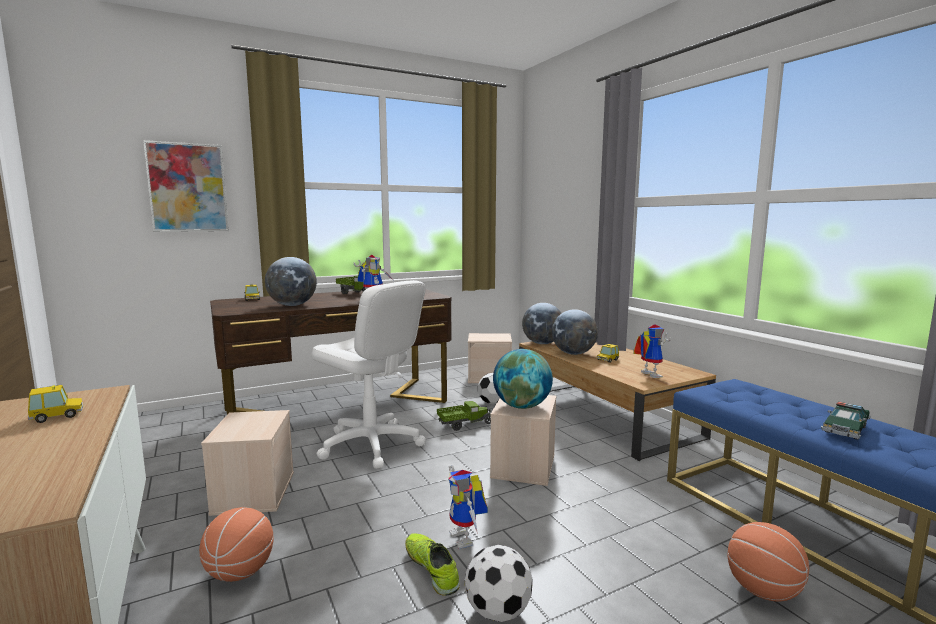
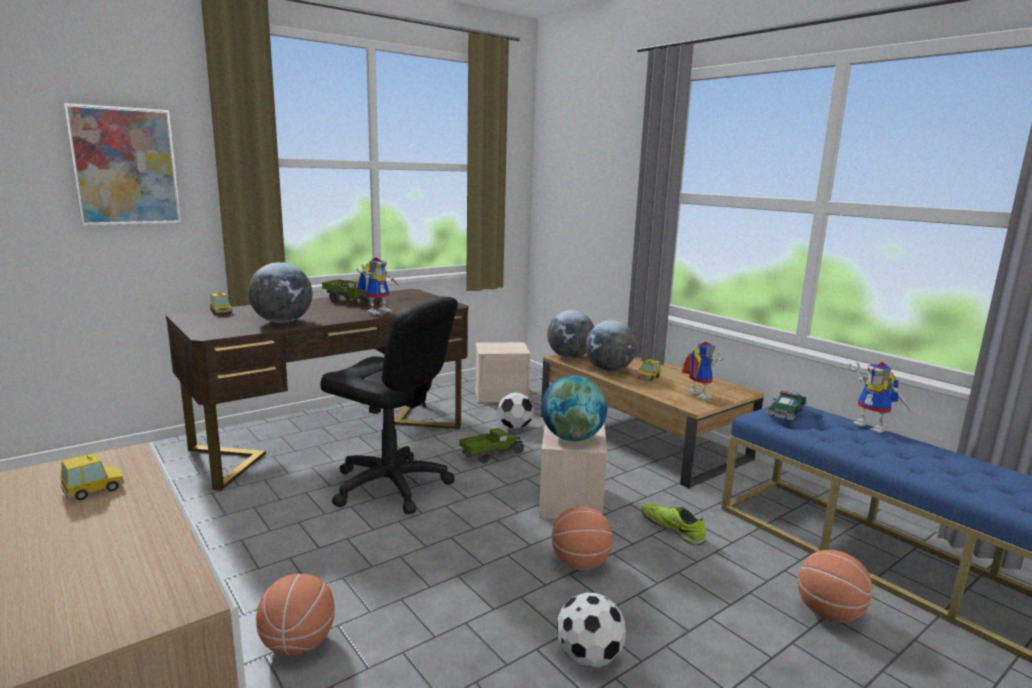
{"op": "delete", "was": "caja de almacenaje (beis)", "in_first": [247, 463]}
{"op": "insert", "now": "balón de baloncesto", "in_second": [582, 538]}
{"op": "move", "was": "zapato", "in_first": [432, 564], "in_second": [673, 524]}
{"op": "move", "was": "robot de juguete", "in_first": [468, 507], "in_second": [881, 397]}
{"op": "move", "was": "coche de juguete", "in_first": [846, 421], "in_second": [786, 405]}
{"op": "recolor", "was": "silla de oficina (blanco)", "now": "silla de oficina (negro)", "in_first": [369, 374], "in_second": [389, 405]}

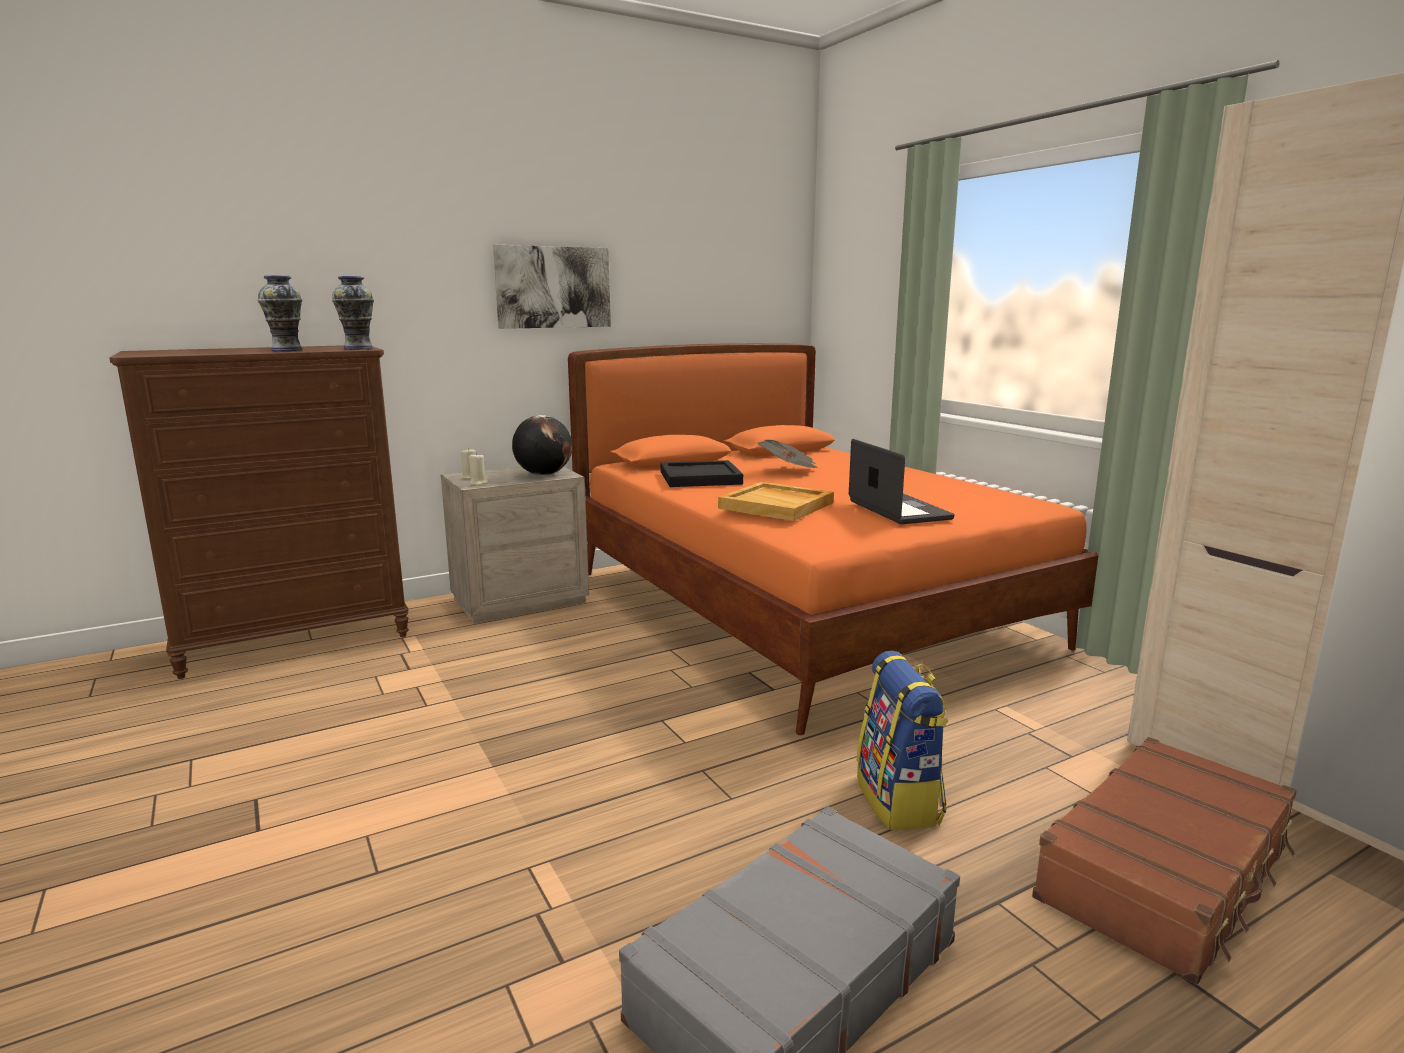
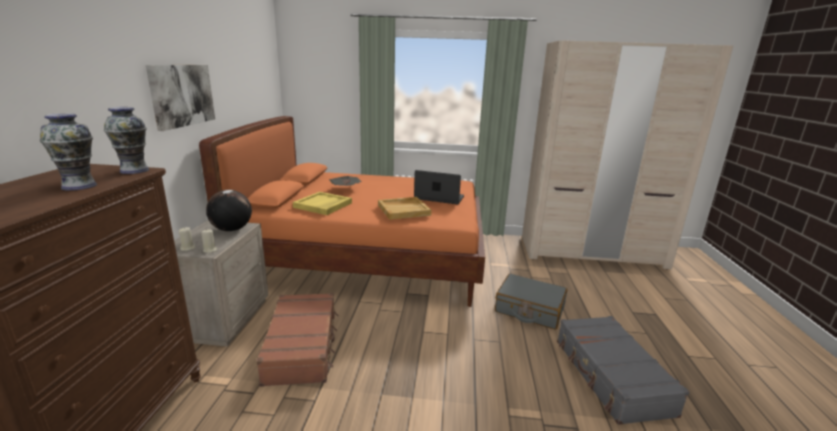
{"op": "move", "was": "maleta (marrón)", "in_first": [1164, 861], "in_second": [297, 340]}
{"op": "replace", "was": "mochila", "now": "maleta (gris)", "in_first": [902, 740], "in_second": [531, 302]}
{"op": "recolor", "was": "bandeja (negro)", "now": "bandeja (amarillo)", "in_first": [702, 473], "in_second": [322, 203]}

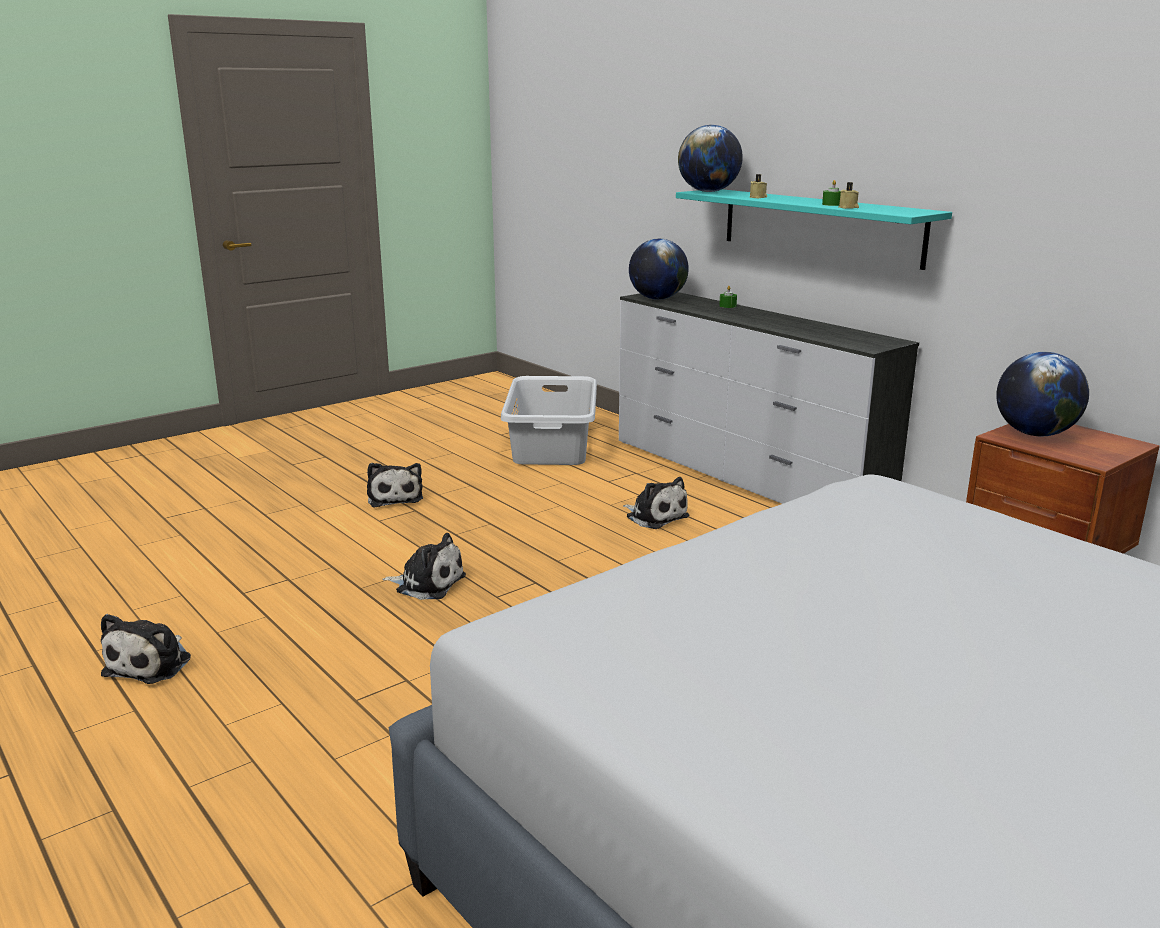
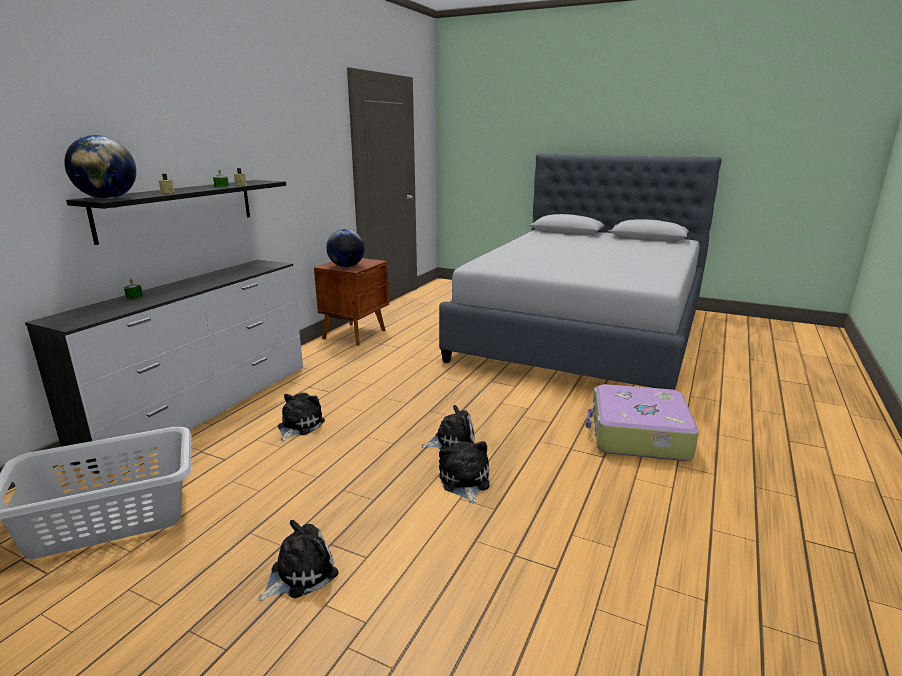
{"op": "delete", "was": "globo terráqueo", "in_first": [659, 269]}
{"op": "insert", "now": "maleta", "in_second": [642, 422]}
{"op": "move", "was": "peluche", "in_first": [146, 649], "in_second": [448, 427]}
{"op": "recolor", "was": "estante (turquesa)", "now": "estante (negro)", "in_first": [814, 229], "in_second": [176, 212]}

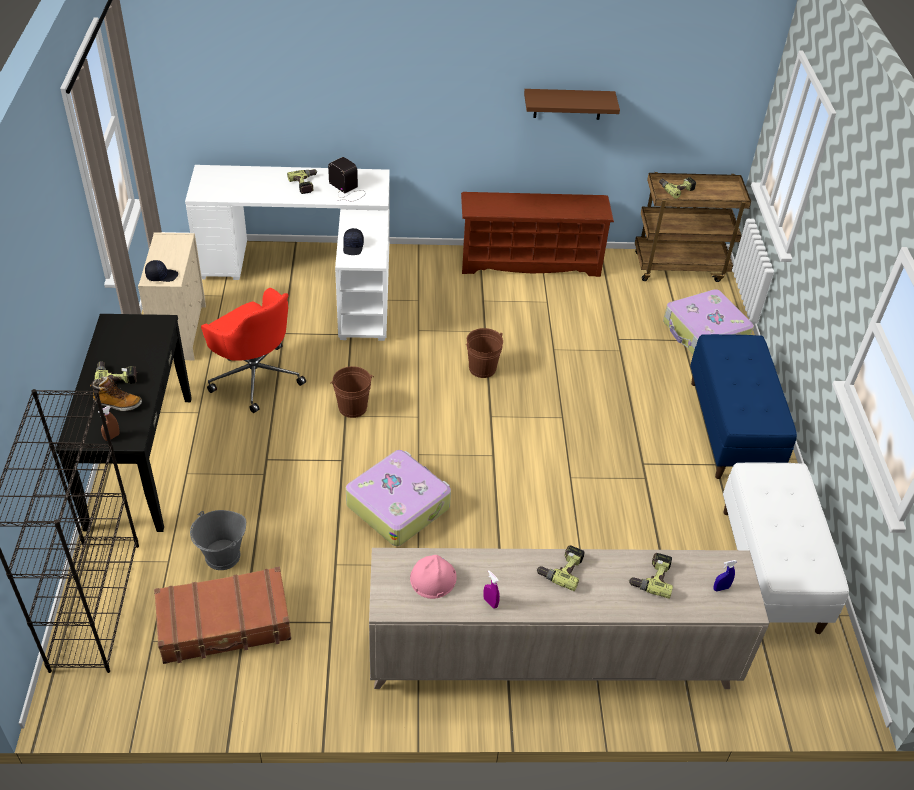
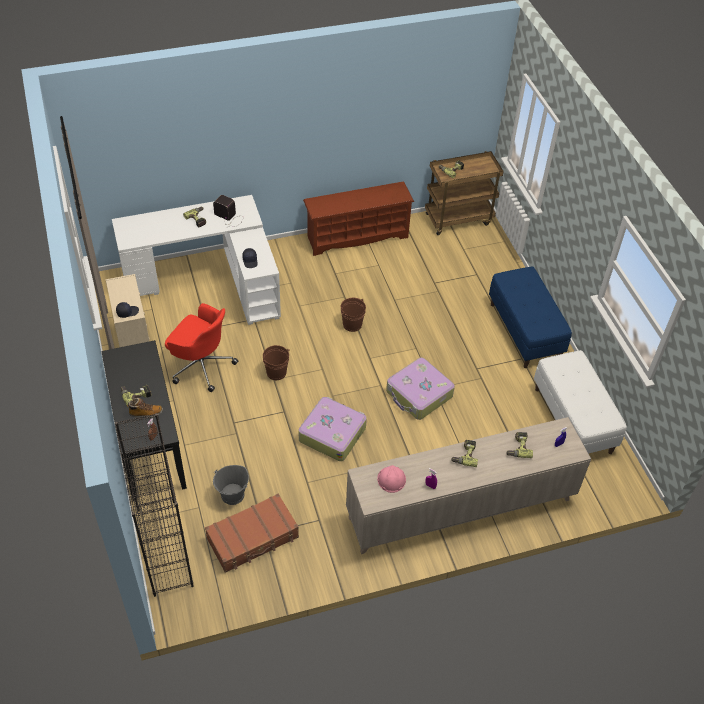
{"op": "delete", "was": "estante (marrón)", "in_first": [572, 104]}
{"op": "move", "was": "maleta", "in_first": [708, 321], "in_second": [420, 388]}

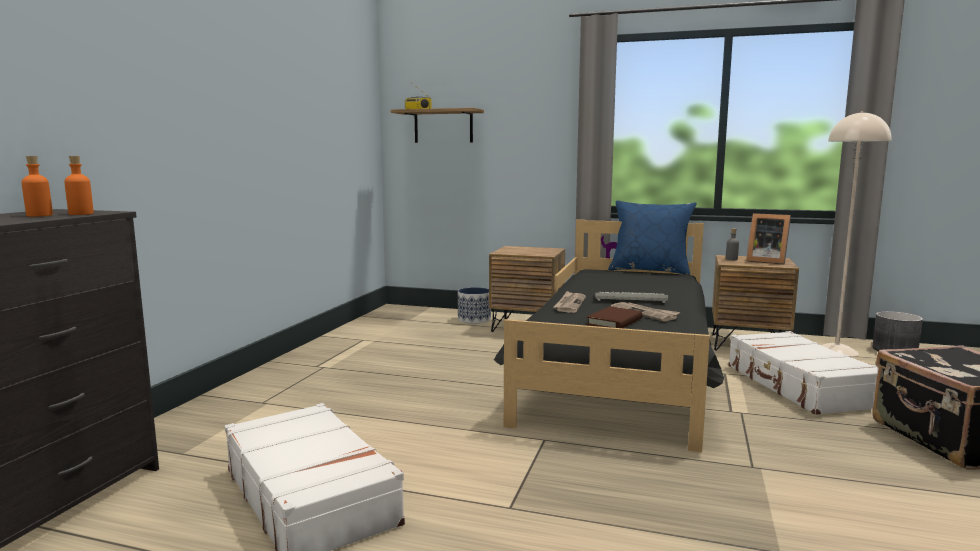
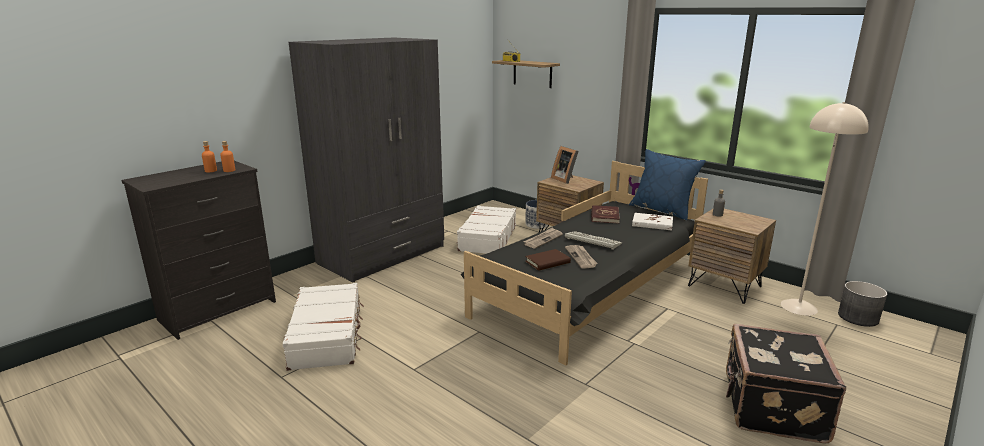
{"op": "insert", "now": "armario ropero (gris)", "in_second": [366, 160]}
{"op": "insert", "now": "libro (rojo)", "in_second": [605, 214]}
{"op": "insert", "now": "libro (blanco)", "in_second": [652, 221]}
{"op": "move", "was": "maleta (blanco)", "in_first": [803, 373], "in_second": [486, 229]}
{"op": "move", "was": "portarretratos", "in_first": [768, 239], "in_second": [564, 165]}

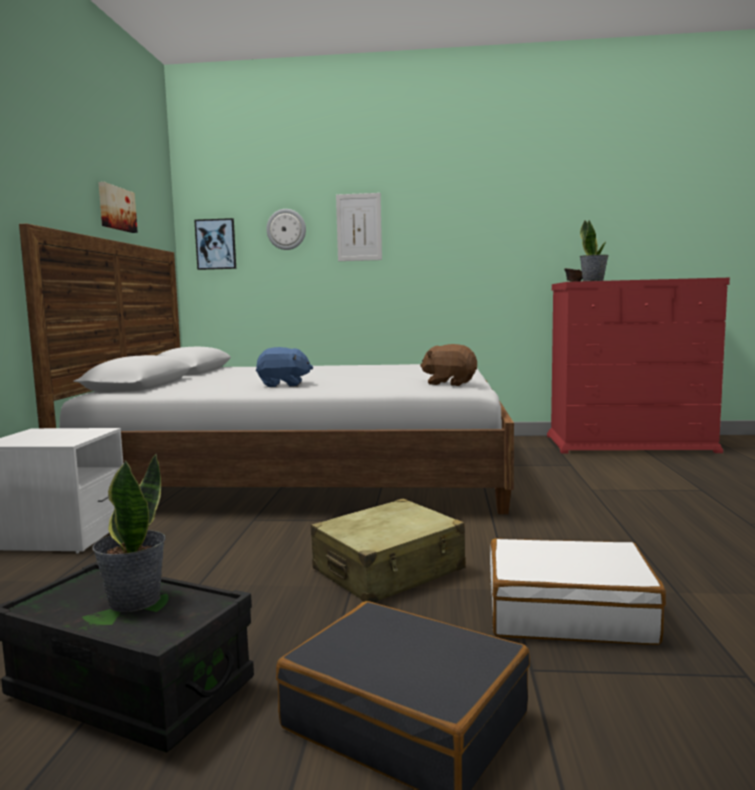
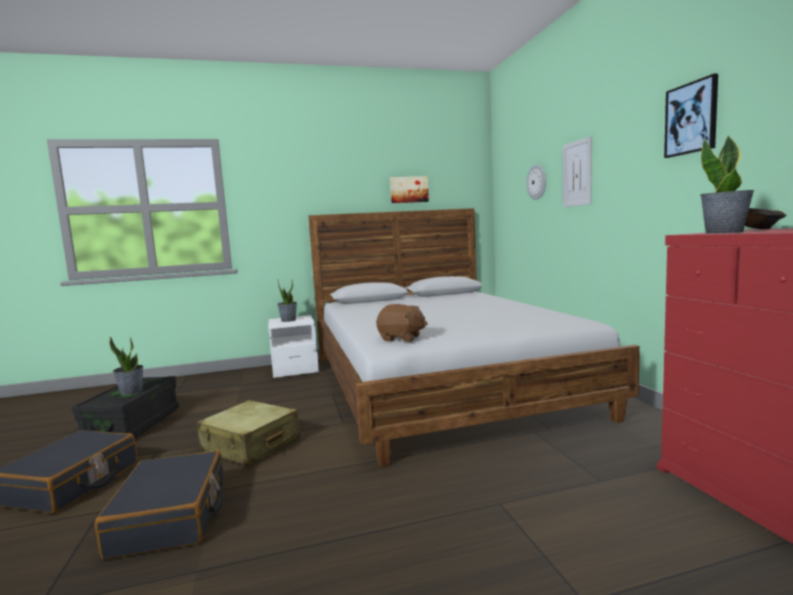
{"op": "delete", "was": "peluche (azul)", "in_first": [284, 367]}
{"op": "insert", "now": "planta en maceta", "in_second": [287, 300]}
{"op": "move", "was": "cuadro", "in_first": [215, 244], "in_second": [691, 116]}
{"op": "recolor", "was": "maleta (blanco)", "now": "maleta (negro)", "in_first": [578, 591], "in_second": [159, 504]}
{"op": "rotate", "was": "peluche (marrón)", "in_first": [448, 365], "in_second": [402, 323], "clockwise": 105}

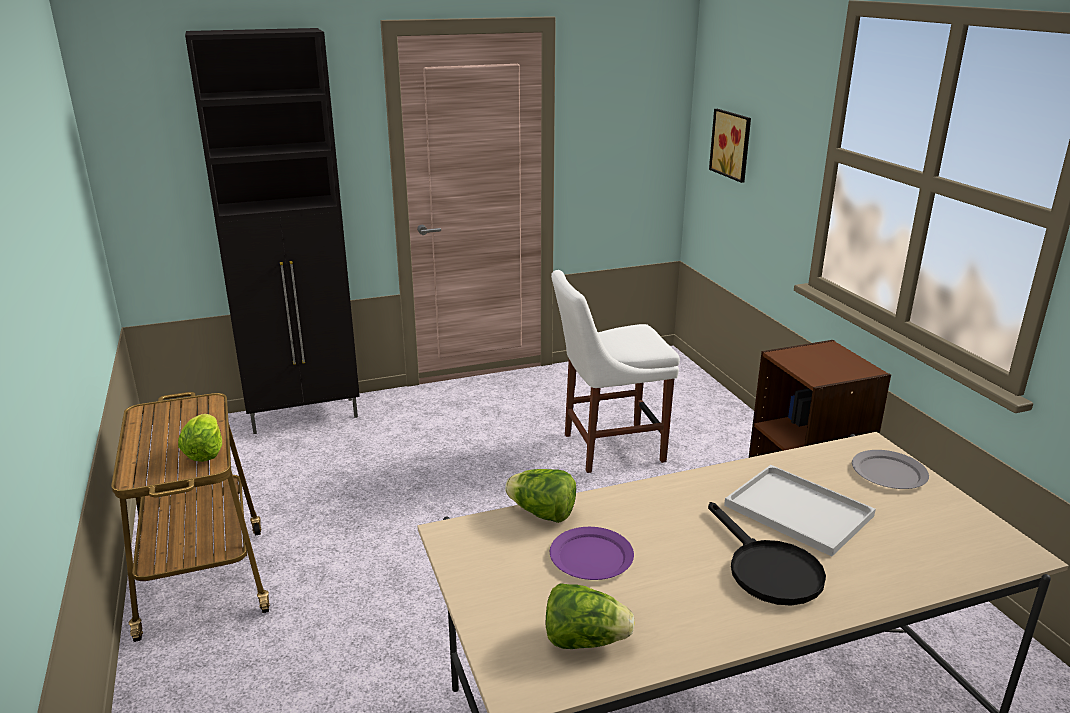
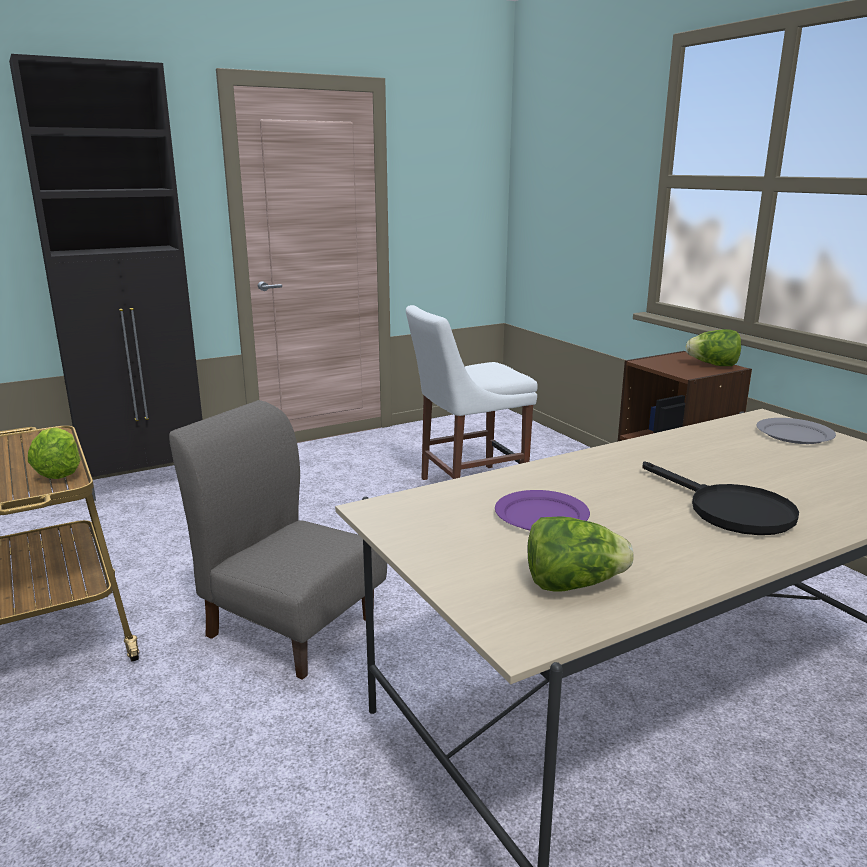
{"op": "delete", "was": "cuadro", "in_first": [730, 146]}
{"op": "delete", "was": "bandeja (blanco)", "in_first": [800, 511]}
{"op": "insert", "now": "silla (gris)", "in_second": [278, 540]}
{"op": "move", "was": "lechuga", "in_first": [540, 496], "in_second": [713, 347]}

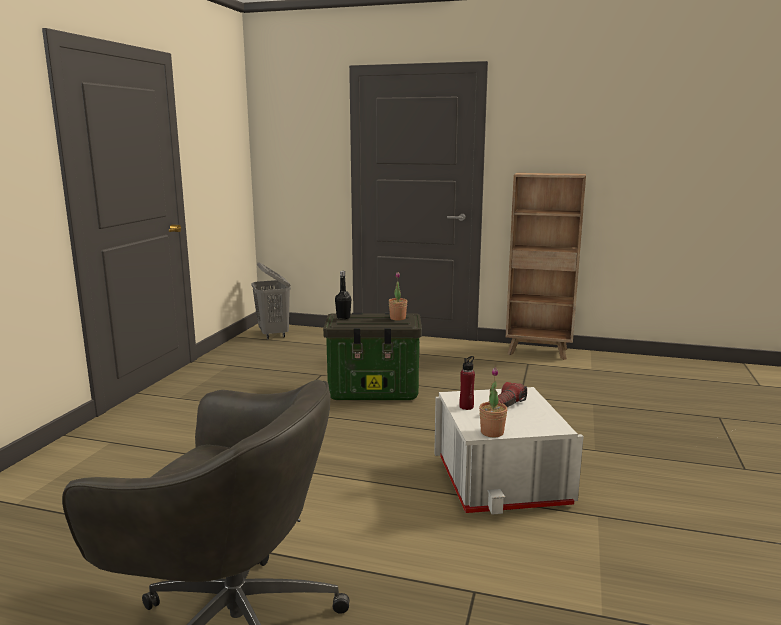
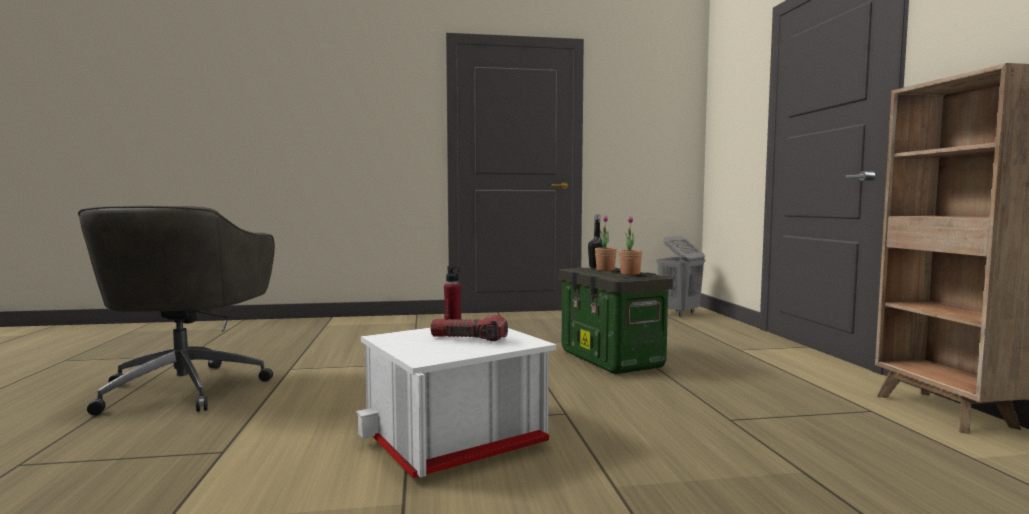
{"op": "move", "was": "planta en maceta", "in_first": [493, 402], "in_second": [606, 243]}

